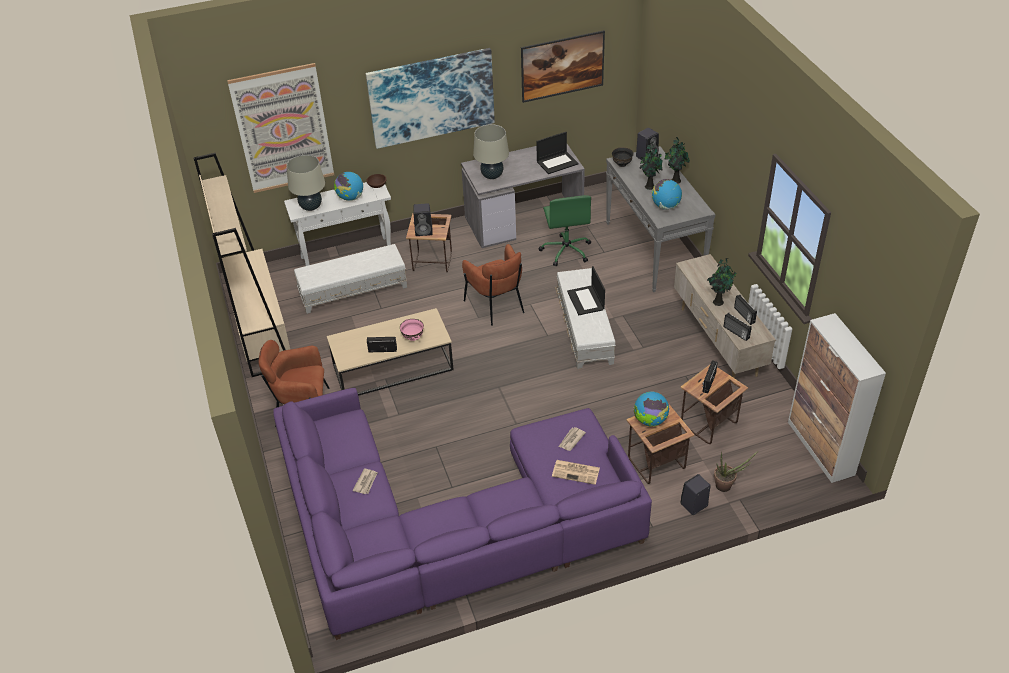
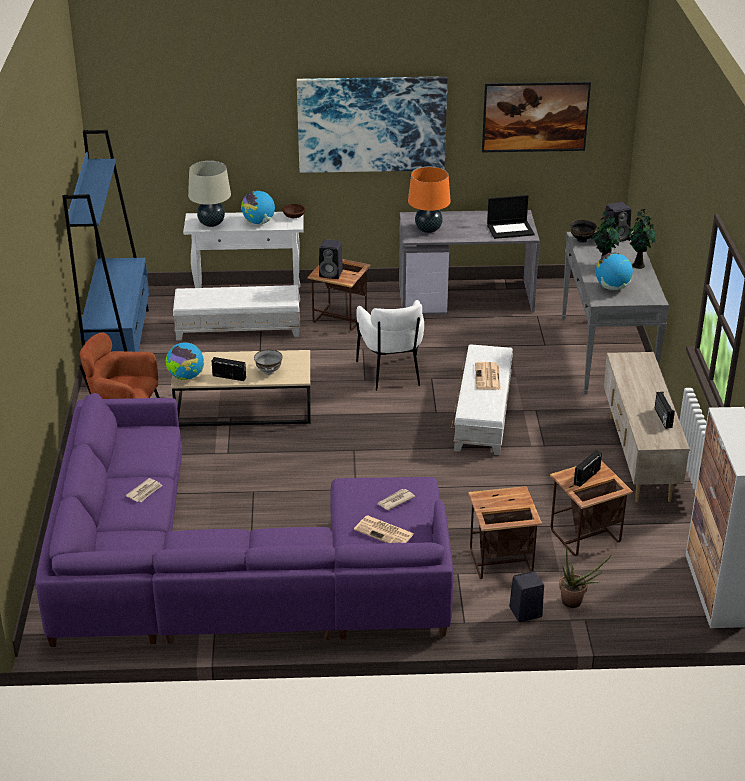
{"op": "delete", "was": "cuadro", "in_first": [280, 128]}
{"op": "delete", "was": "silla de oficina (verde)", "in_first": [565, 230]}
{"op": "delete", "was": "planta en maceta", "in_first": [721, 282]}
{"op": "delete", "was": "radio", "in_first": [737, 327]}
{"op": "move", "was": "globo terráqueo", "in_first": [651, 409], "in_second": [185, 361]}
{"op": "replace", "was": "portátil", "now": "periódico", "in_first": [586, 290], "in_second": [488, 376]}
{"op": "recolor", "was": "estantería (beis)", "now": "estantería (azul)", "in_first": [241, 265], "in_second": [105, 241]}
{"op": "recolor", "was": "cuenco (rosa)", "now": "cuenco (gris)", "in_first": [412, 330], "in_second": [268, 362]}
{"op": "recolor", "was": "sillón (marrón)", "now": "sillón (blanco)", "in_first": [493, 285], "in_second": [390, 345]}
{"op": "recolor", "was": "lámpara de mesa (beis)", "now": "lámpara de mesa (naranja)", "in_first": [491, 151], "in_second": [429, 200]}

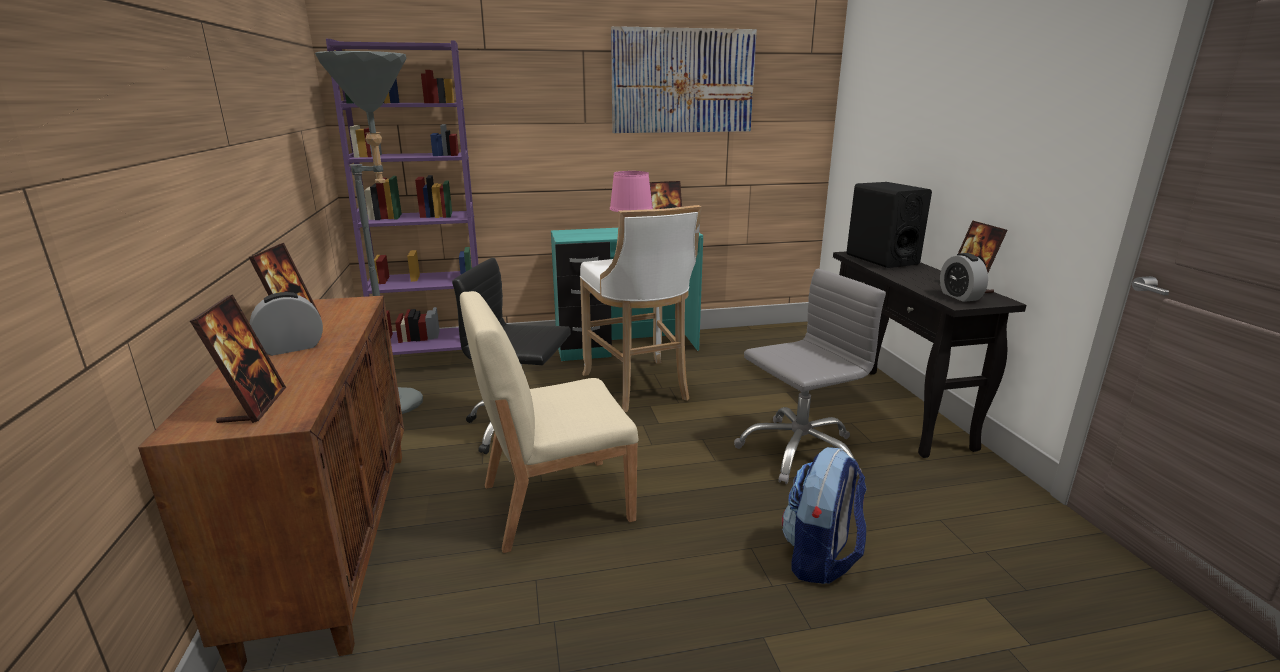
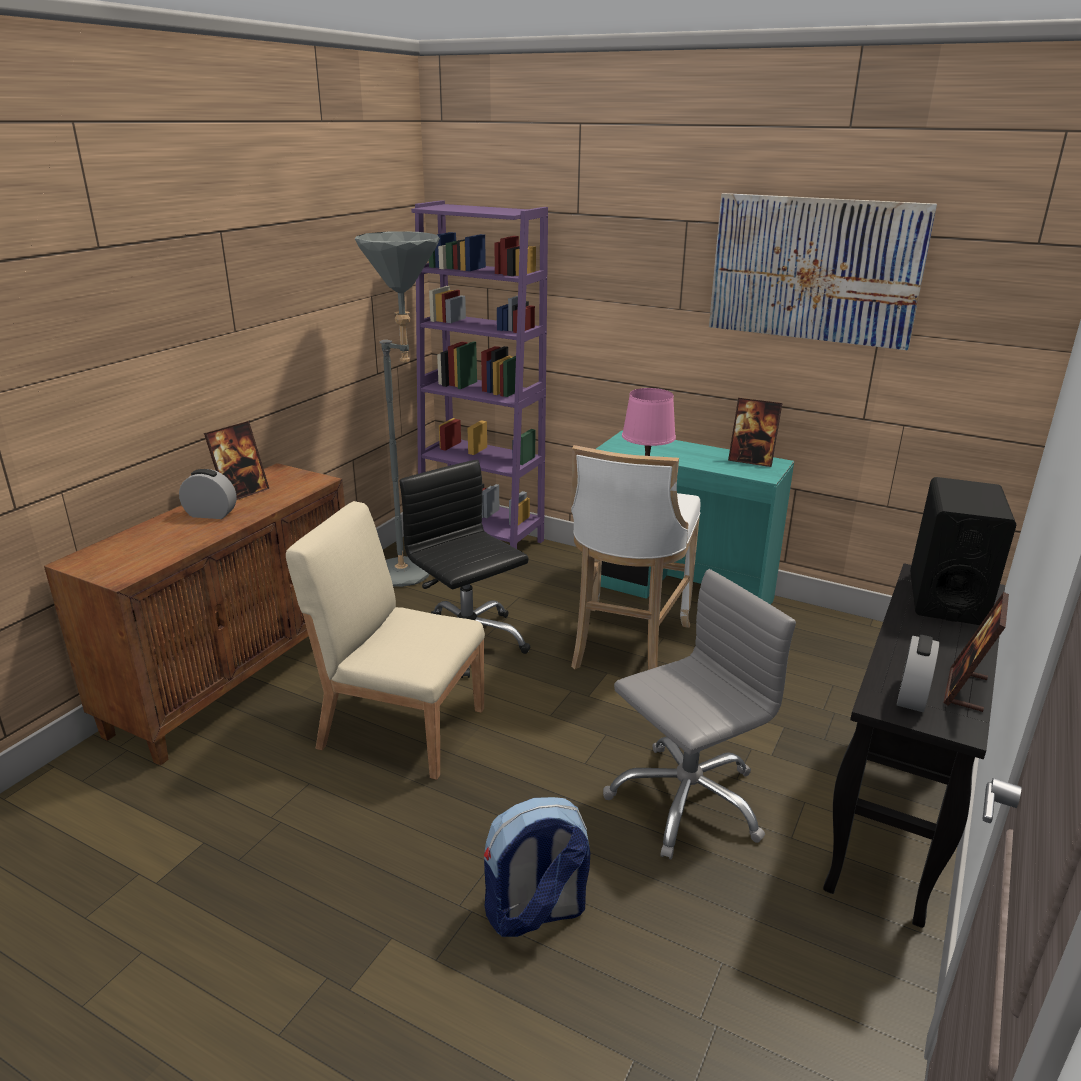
{"op": "delete", "was": "portarretratos", "in_first": [238, 358]}
{"op": "rotate", "was": "silla de oficina (gris)", "in_first": [810, 376], "in_second": [699, 714], "clockwise": -45}

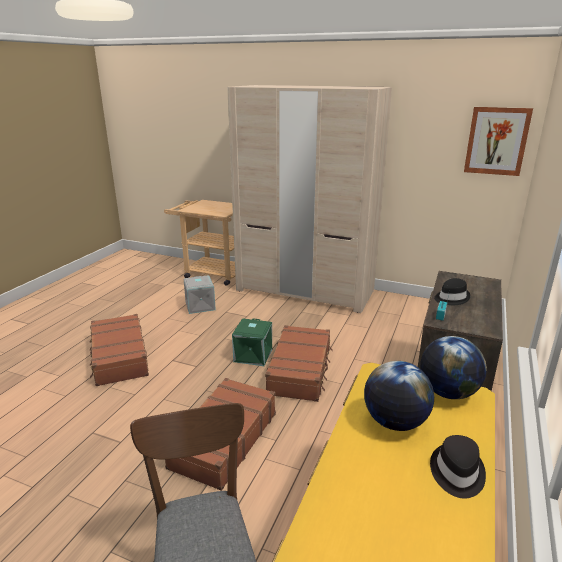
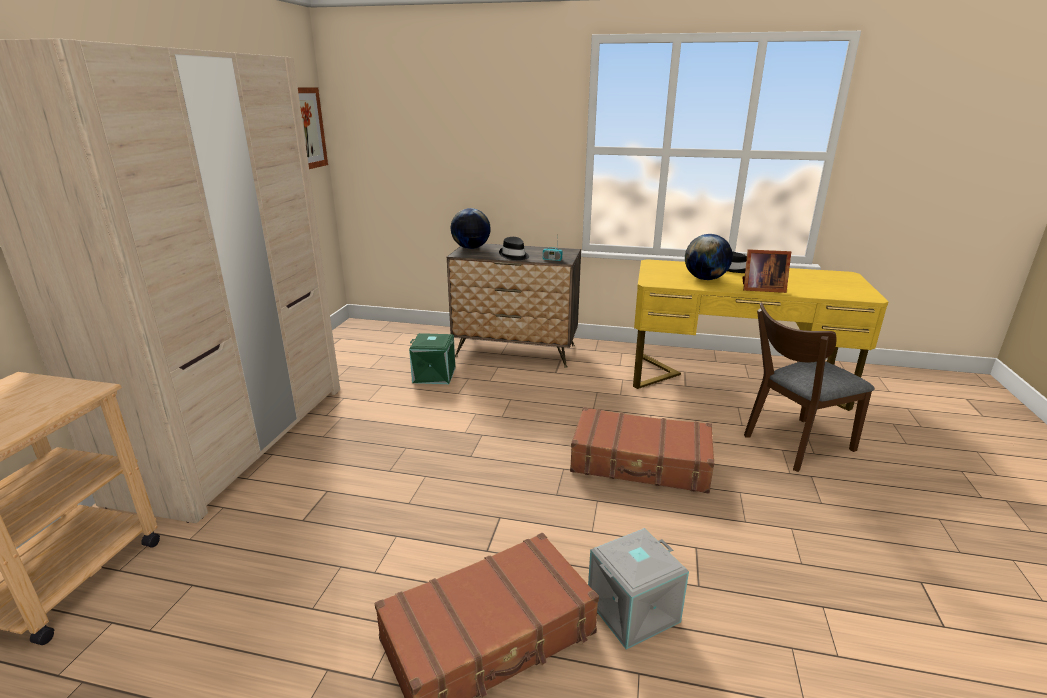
{"op": "delete", "was": "maleta (marrón)", "in_first": [299, 363]}
{"op": "insert", "now": "portarretratos", "in_second": [766, 271]}
{"op": "move", "was": "caja de almacenaje (gris)", "in_first": [200, 294], "in_second": [638, 589]}
{"op": "move", "was": "caja de almacenaje (verde)", "in_first": [252, 342], "in_second": [432, 358]}
{"op": "move", "was": "globo terráqueo", "in_first": [453, 367], "in_second": [471, 228]}

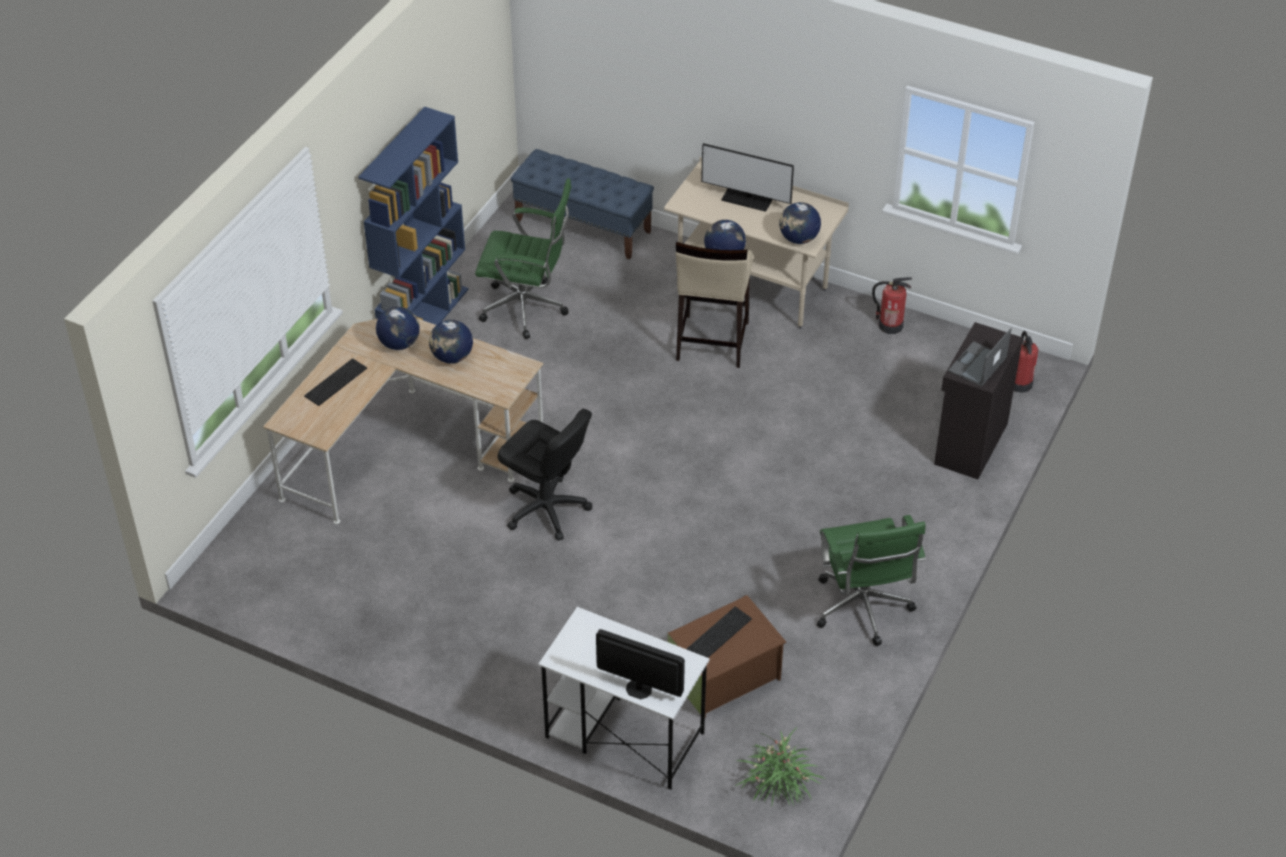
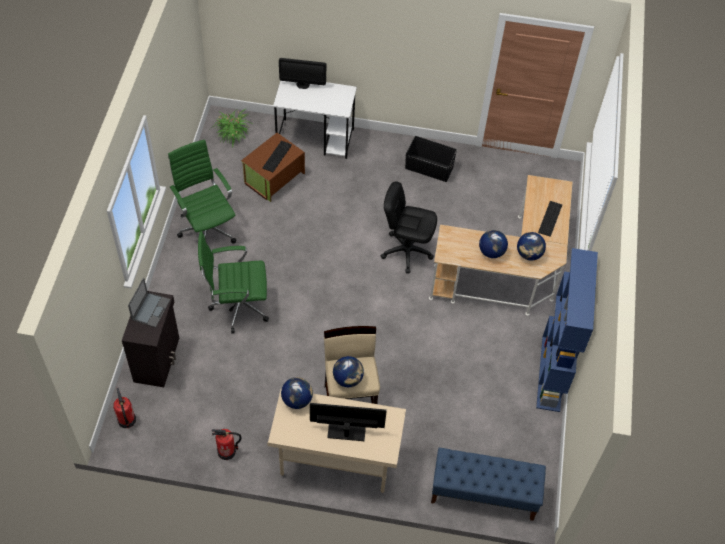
{"op": "insert", "now": "caja de almacenaje (negro)", "in_second": [431, 159]}
{"op": "move", "was": "silla de oficina (verde)", "in_first": [523, 258], "in_second": [233, 282]}

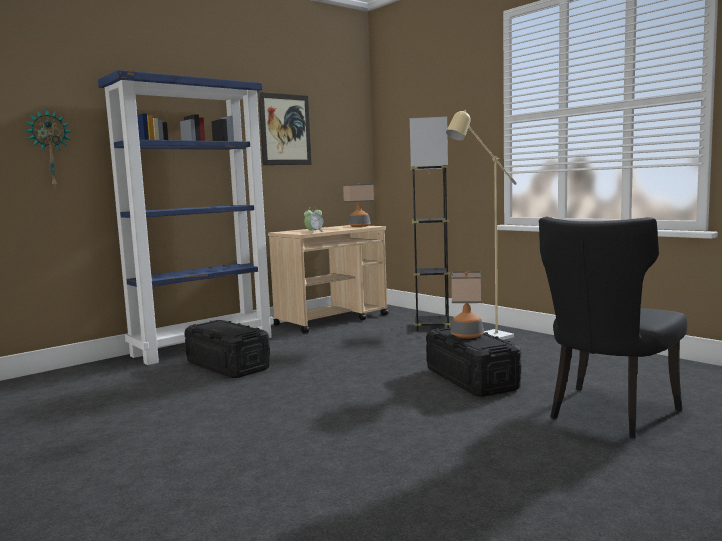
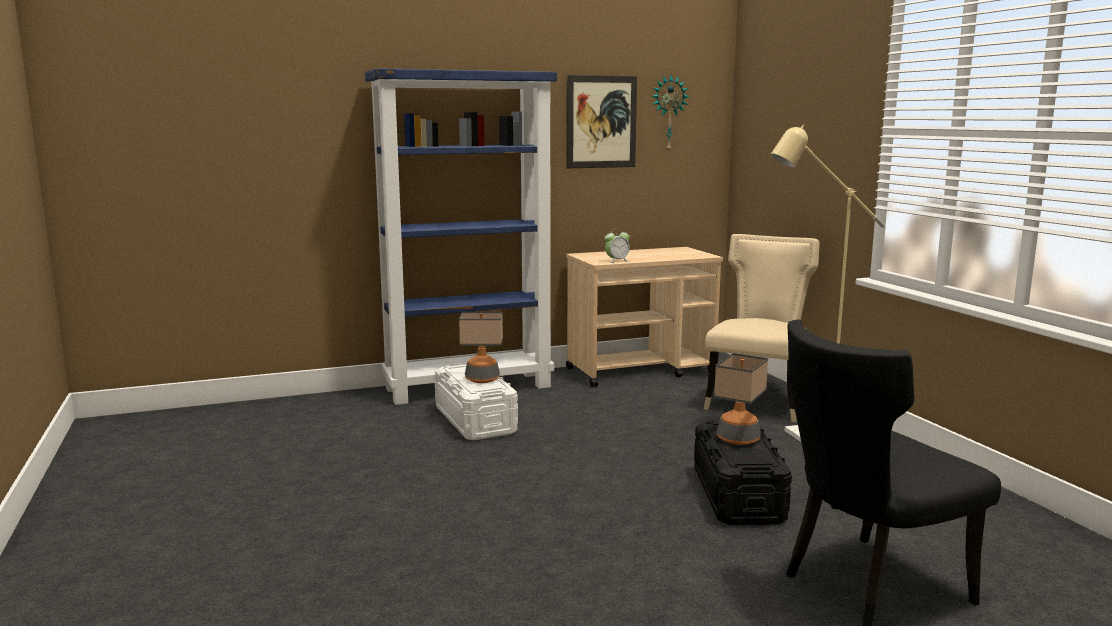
{"op": "move", "was": "reloj de pared", "in_first": [48, 147], "in_second": [670, 112]}
{"op": "move", "was": "lámpara de mesa", "in_first": [358, 205], "in_second": [481, 347]}
{"op": "replace", "was": "lámpara de pie (gris)", "now": "silla (beis)", "in_first": [430, 223], "in_second": [762, 328]}
{"op": "recolor", "was": "caja de almacenaje (negro)", "now": "caja de almacenaje (blanco)", "in_first": [227, 349], "in_second": [476, 402]}

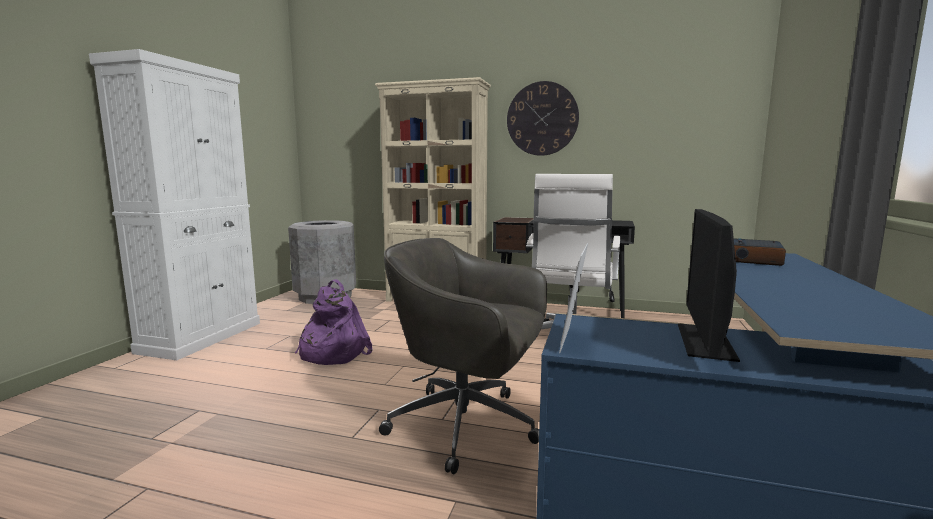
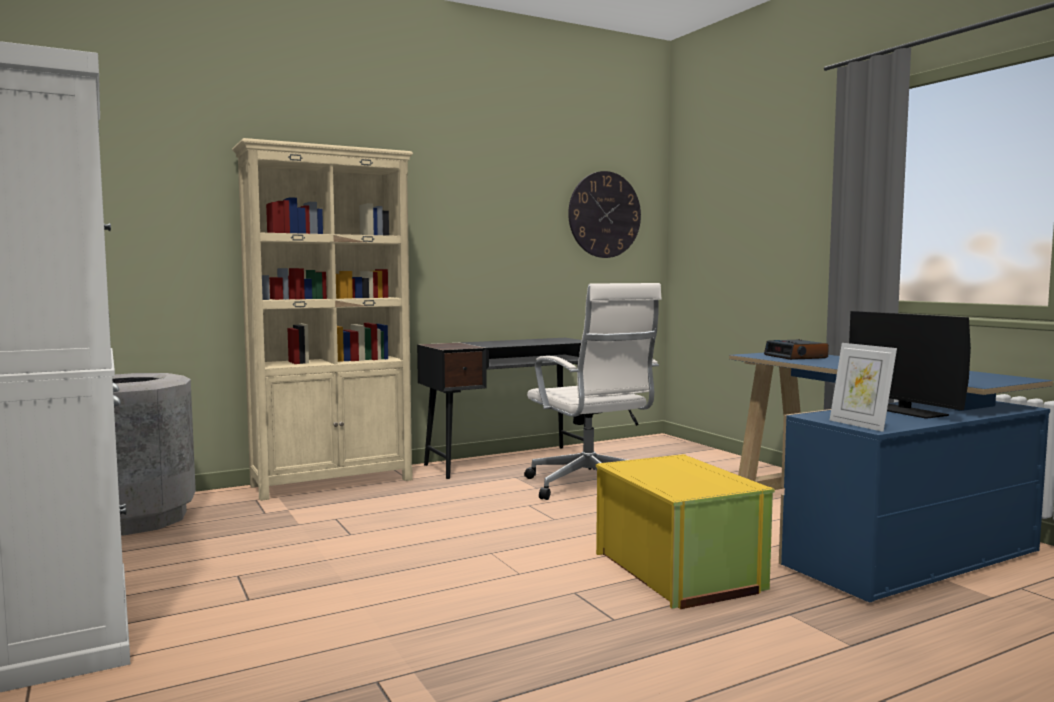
{"op": "delete", "was": "mochila (morado)", "in_first": [334, 322]}
{"op": "move", "was": "reloj de pared", "in_first": [543, 118], "in_second": [604, 214]}
{"op": "replace", "was": "silla de oficina (gris)", "now": "caja de almacenaje (amarillo)", "in_first": [463, 356], "in_second": [685, 531]}

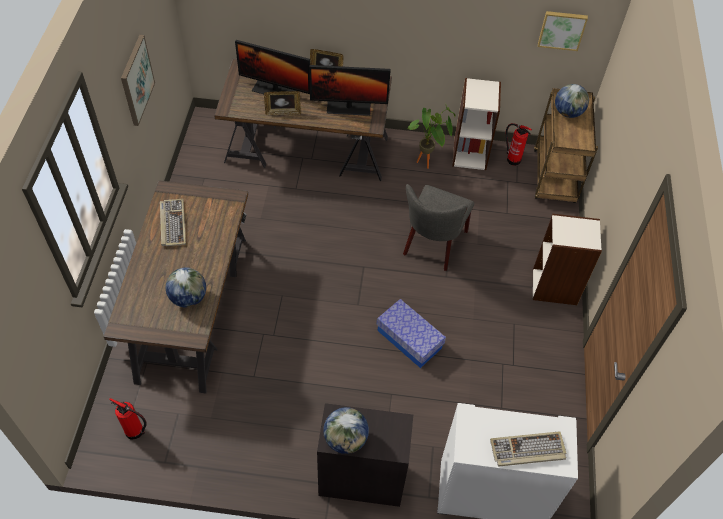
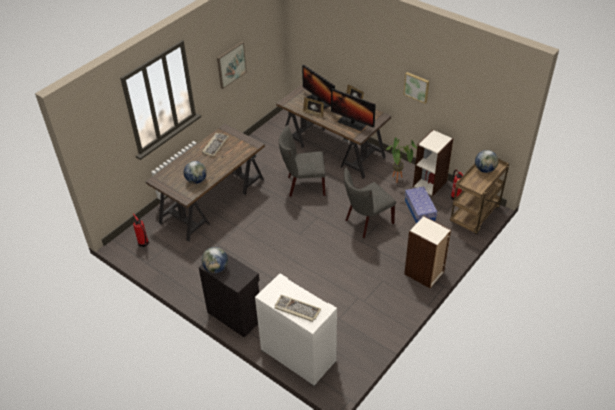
{"op": "insert", "now": "silla (gris)", "in_second": [302, 161]}
{"op": "move", "was": "caja de almacenaje", "in_first": [411, 333], "in_second": [421, 205]}
{"op": "move", "was": "cuadro", "in_first": [563, 31], "in_second": [416, 88]}

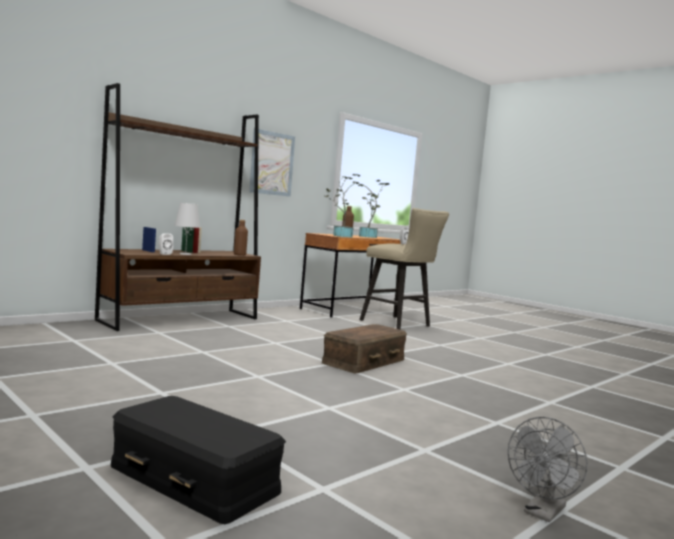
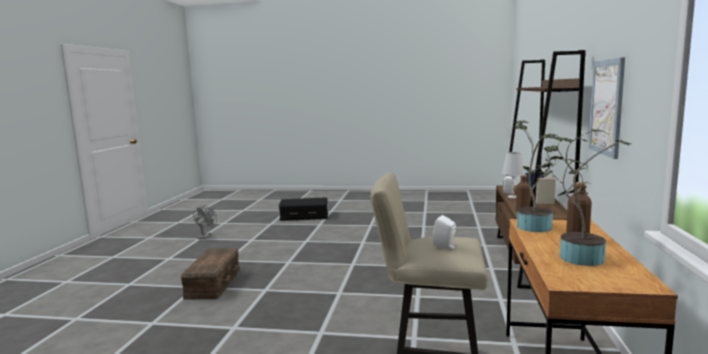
{"op": "move", "was": "caja de almacenaje (marrón)", "in_first": [364, 348], "in_second": [210, 273]}

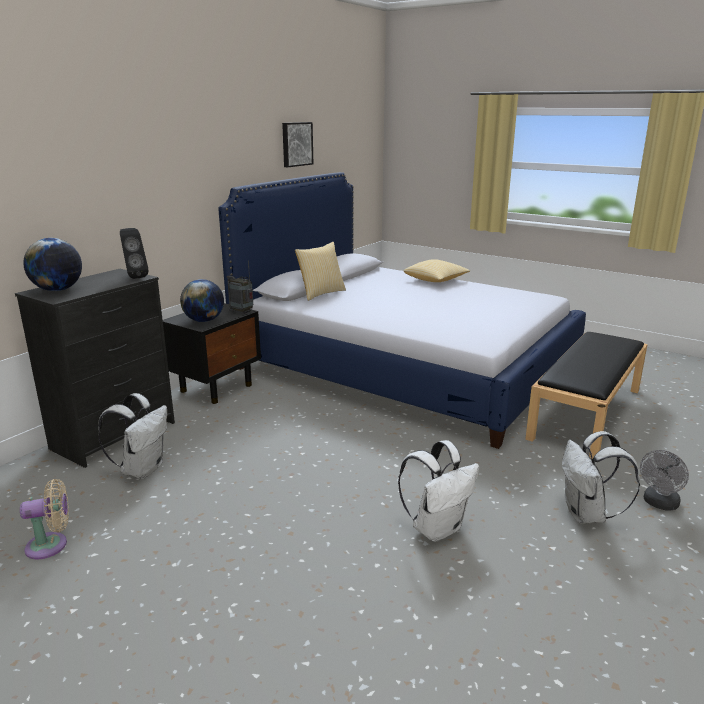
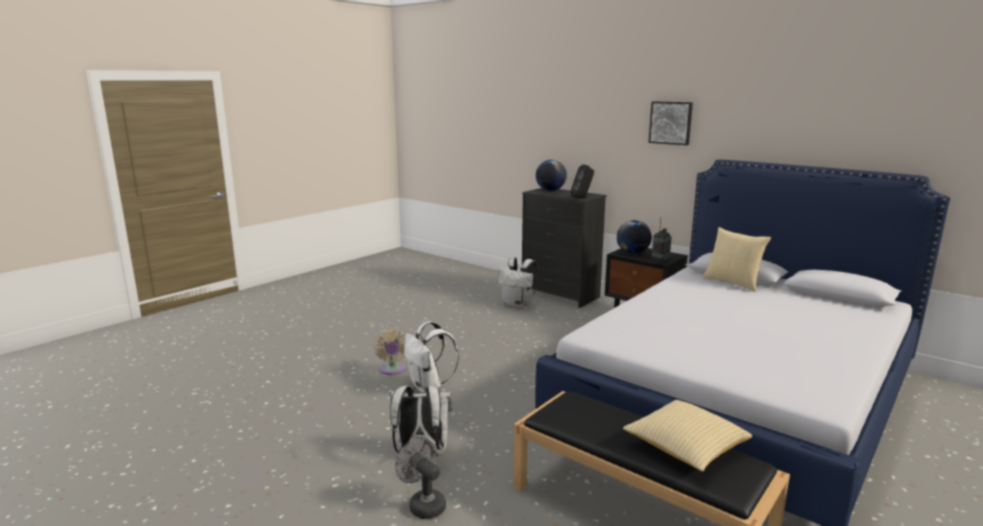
{"op": "move", "was": "ventilador (beis)", "in_first": [44, 519], "in_second": [389, 352]}
{"op": "move", "was": "cuadro", "in_first": [297, 144], "in_second": [671, 123]}
{"op": "move", "was": "cojín", "in_first": [437, 270], "in_second": [687, 436]}

